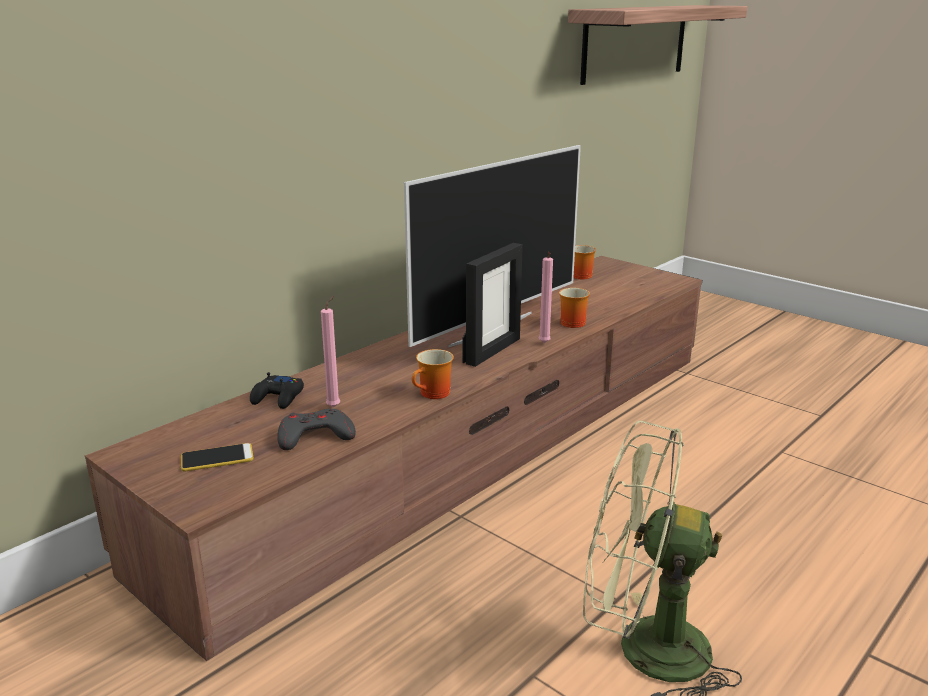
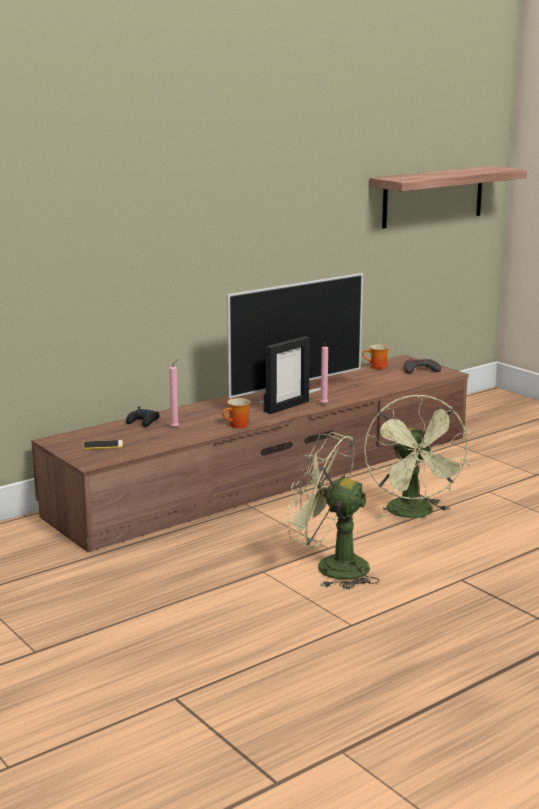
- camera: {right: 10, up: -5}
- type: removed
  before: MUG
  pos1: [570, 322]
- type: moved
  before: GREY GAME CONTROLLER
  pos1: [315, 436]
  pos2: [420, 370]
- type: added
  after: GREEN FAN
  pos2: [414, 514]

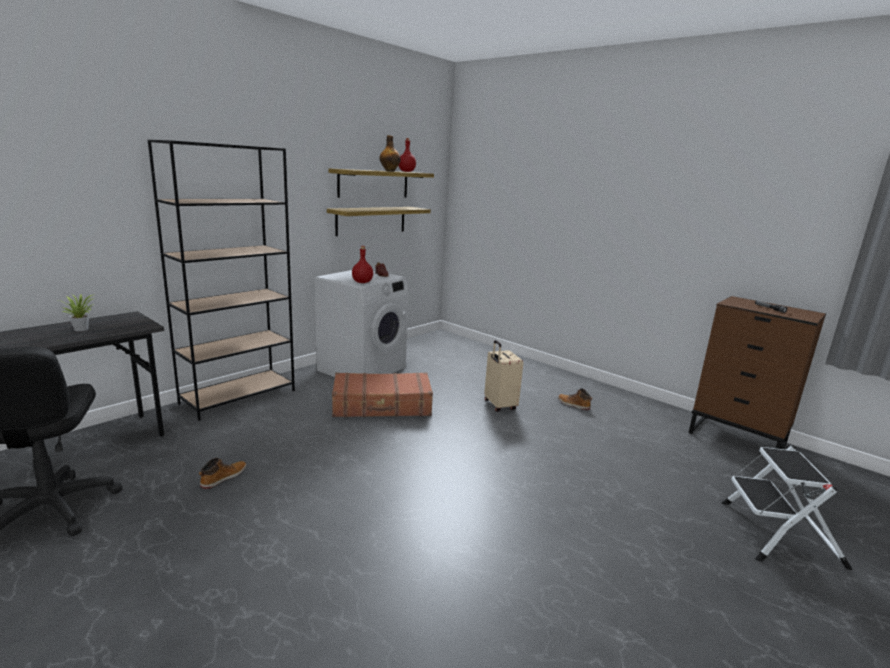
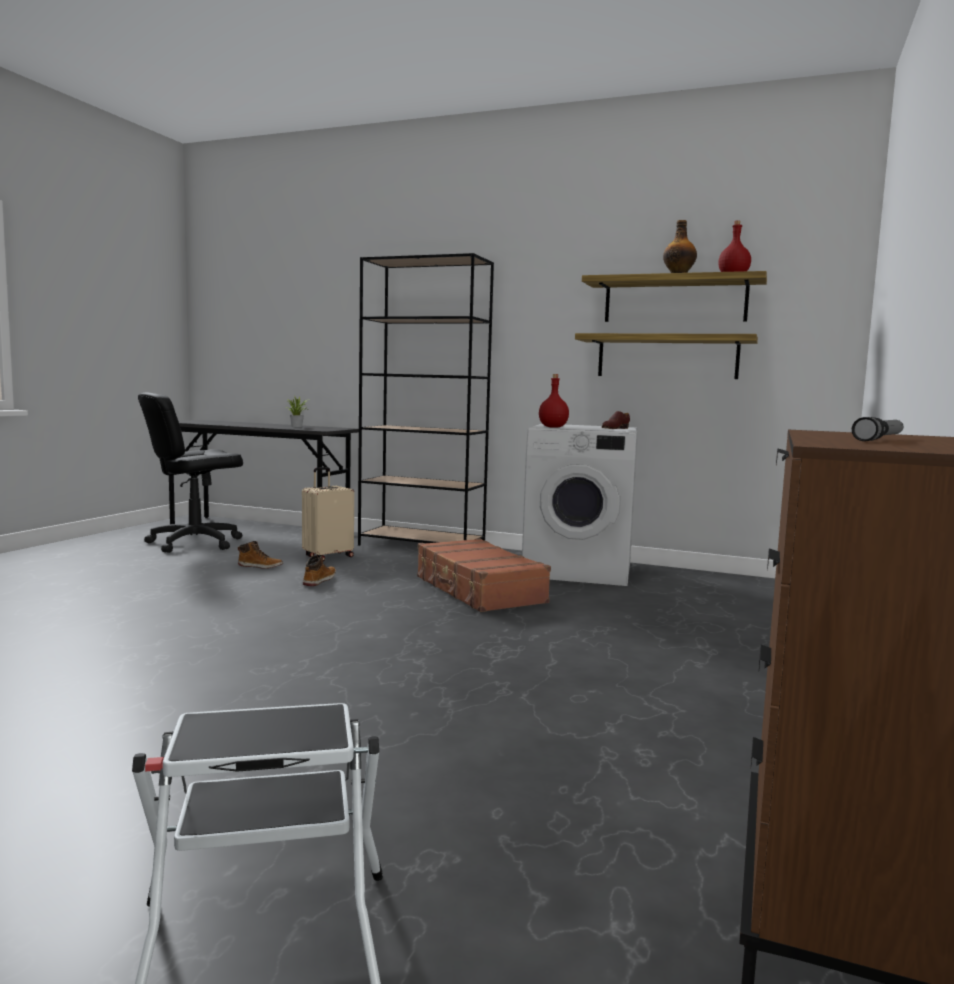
- camera: {right: 70, up: -10}
- type: moved
  before: BEIGE SUITCASE
  pos1: [499, 405]
  pos2: [328, 557]
- type: moved
  before: BOOT
  pos1: [573, 405]
  pos2: [319, 580]

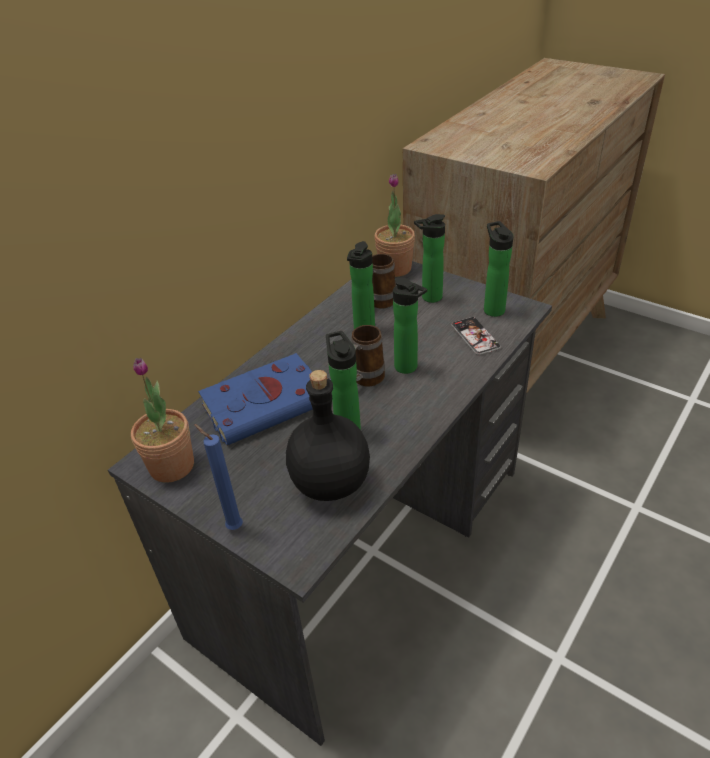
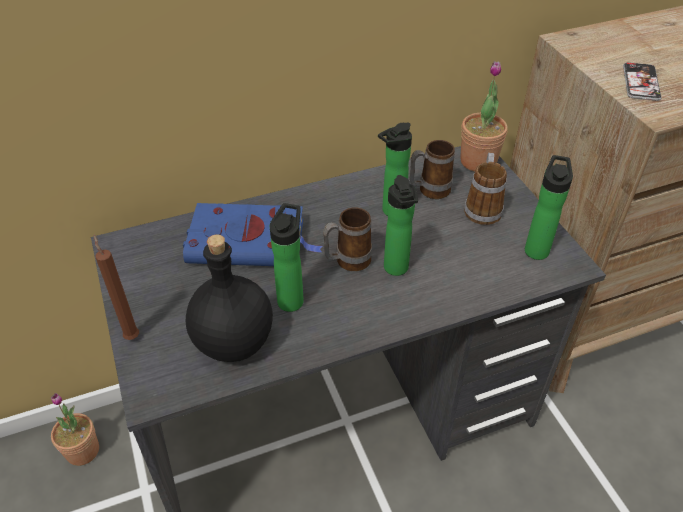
- camera: {right: 30, up: 5}
- type: replaced
  before: BOTTLE
  after: MUG
  pos1: [429, 298]
  pos2: [483, 207]
- type: moved
  before: PHONE
  pos1: [475, 336]
  pos2: [641, 82]
- type: moved
  before: POTTED PLANT
  pos1: [172, 466]
  pos2: [82, 451]
- type: recoloured
  before: BLUE CANDLE
  after: BROWN CANDLE
  pos1: [232, 526]
  pos2: [131, 335]

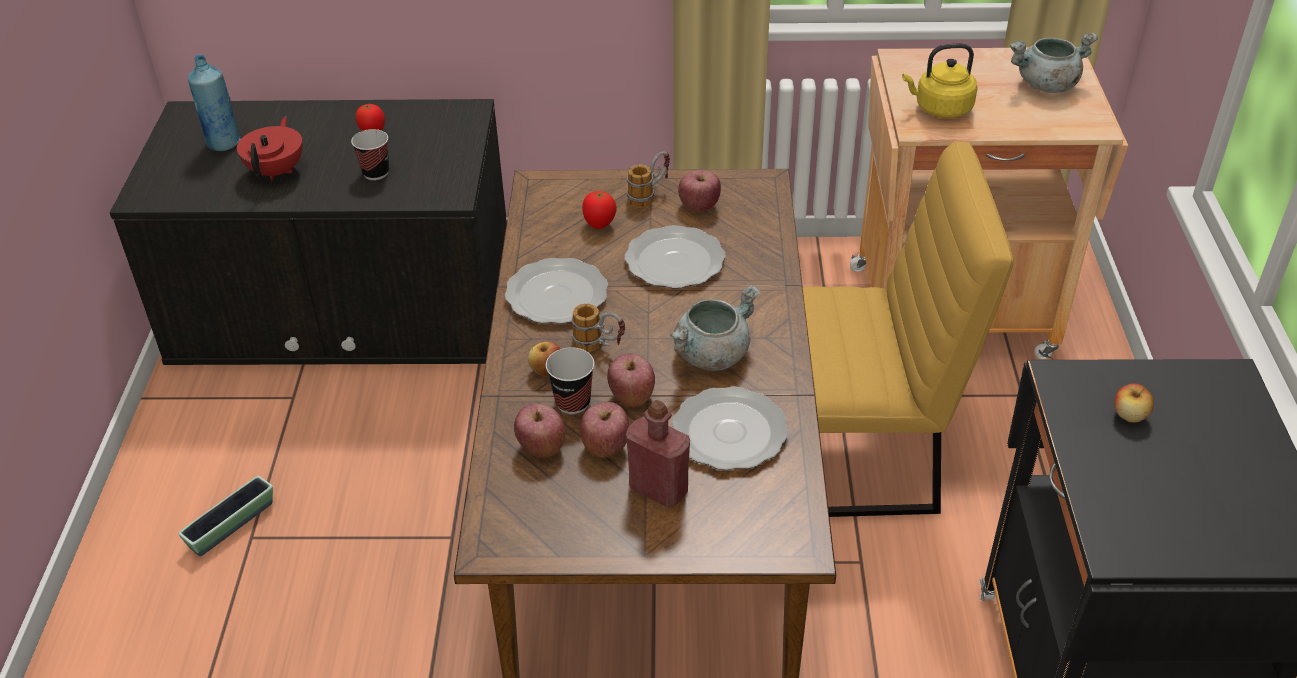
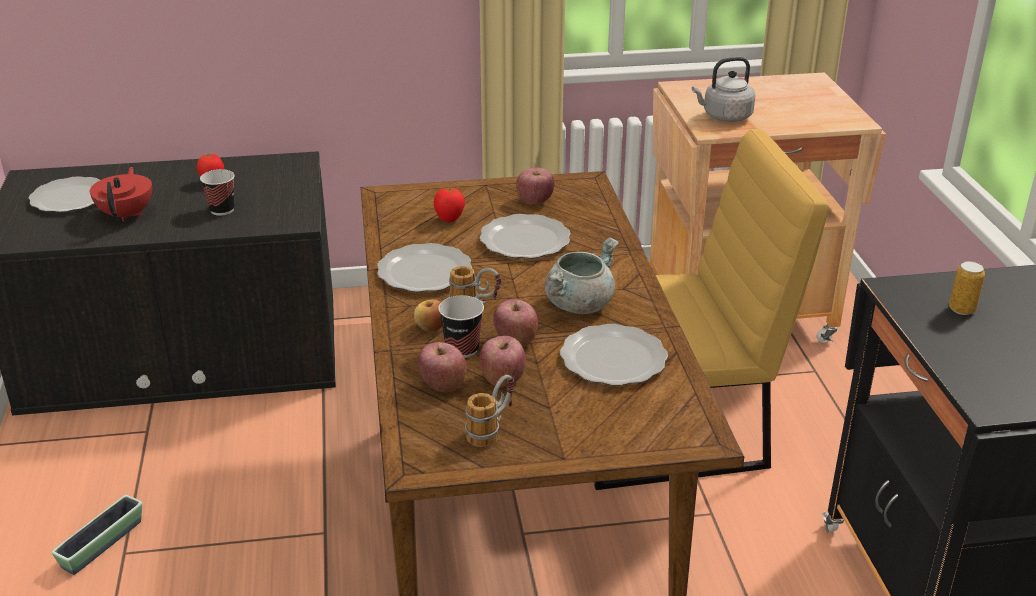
- camera: {right: -10, up: -10}
- type: removed
  before: GREY COOKING POT
  pos1: [1046, 85]
- type: recoloured
  before: YELLOW KETTLE
  after: GREY KETTLE
  pos1: [940, 109]
  pos2: [724, 117]
- type: replaced
  before: BLUE BOTTLE
  after: PLATE
  pos1: [223, 143]
  pos2: [70, 197]
- type: moved
  before: MUG
  pos1: [649, 195]
  pos2: [492, 429]
- type: replaced
  before: APPLE
  after: CAN
  pos1: [1129, 415]
  pos2: [962, 309]
- type: removed
  before: RED BOTTLE
  pos1: [658, 489]

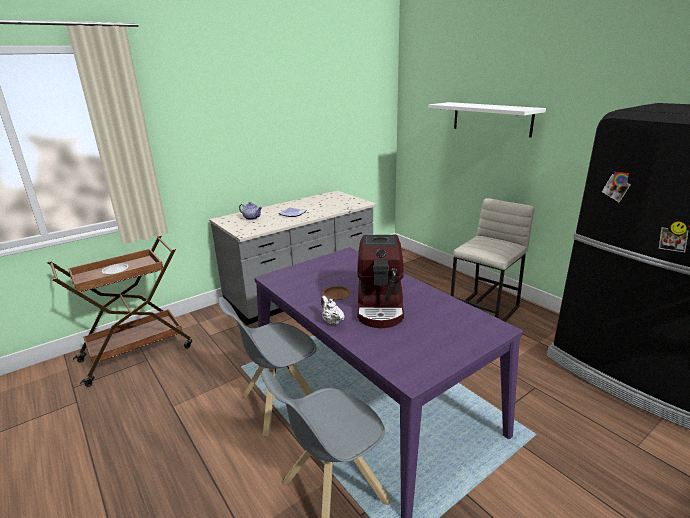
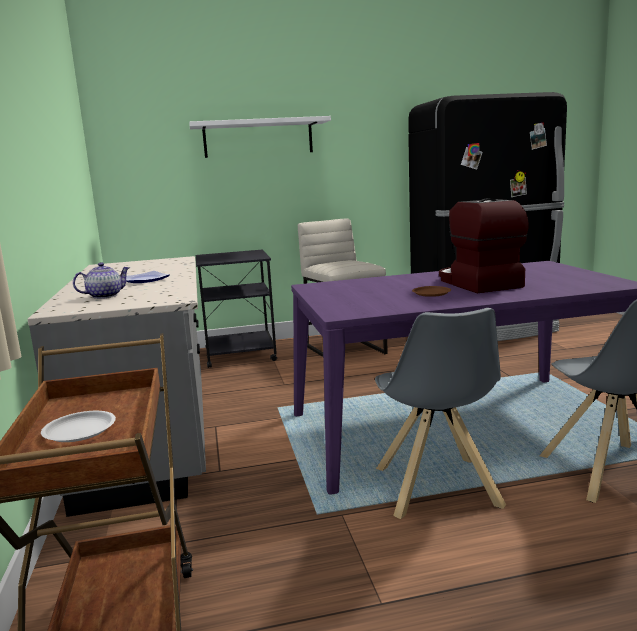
- camera: {right: -65, up: -10}
- type: turned
  before: COFFEE MACHINE
  pos1: [381, 307]
  pos2: [477, 283]
  turn: -135
- type: removed
  before: WHITE TEAPOT
  pos1: [331, 321]
- type: added
  after: BLACK CART
  pos2: [241, 354]

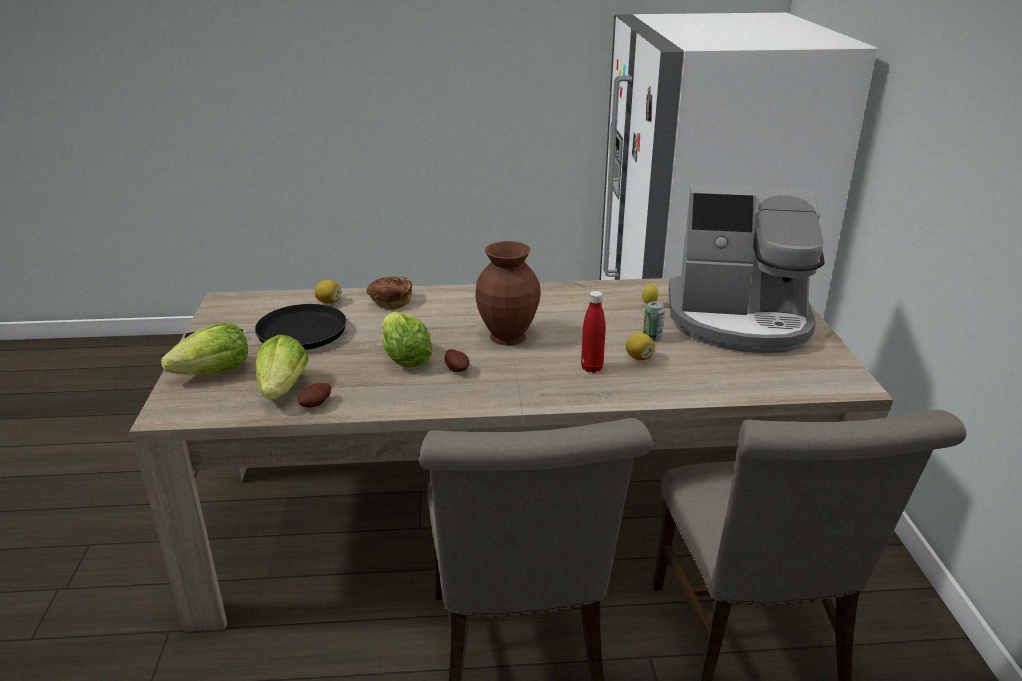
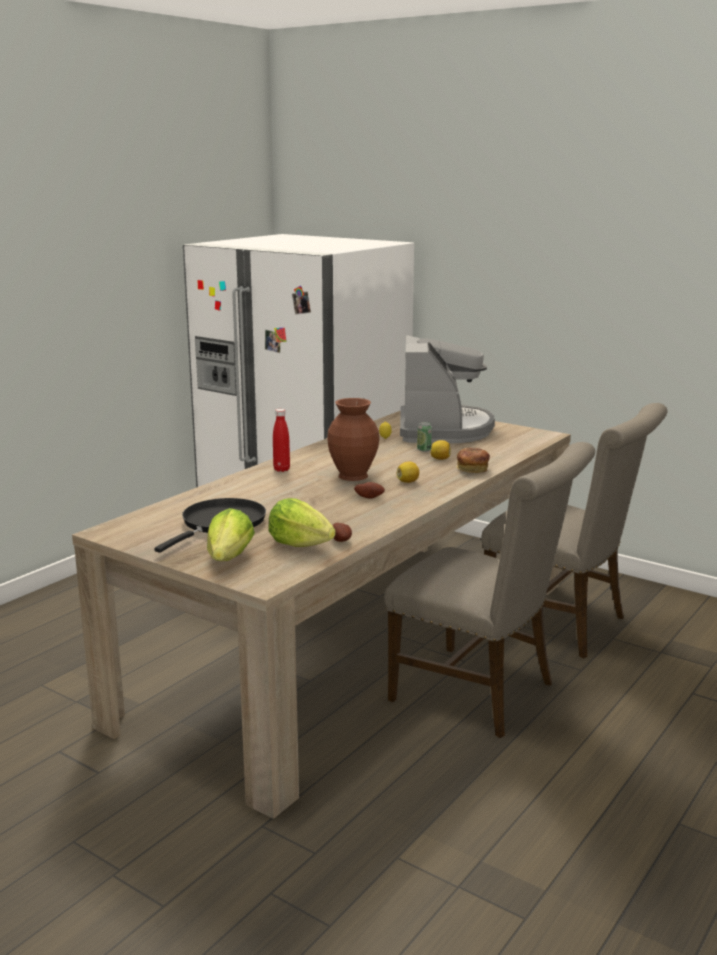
- camera: {right: -50, up: -10}
- type: turned
  before: COFFEE MACHINE
  pos1: [740, 320]
  pos2: [443, 430]
  turn: -45
- type: moved
  before: BREAD
  pos1: [390, 302]
  pos2: [472, 469]
- type: moved
  before: LEMON
  pos1: [328, 302]
  pos2: [408, 482]
- type: moved
  before: RED BOTTLE
  pos1: [592, 368]
  pos2: [281, 469]
- type: removed
  before: LETTUCE
  pos1: [404, 358]

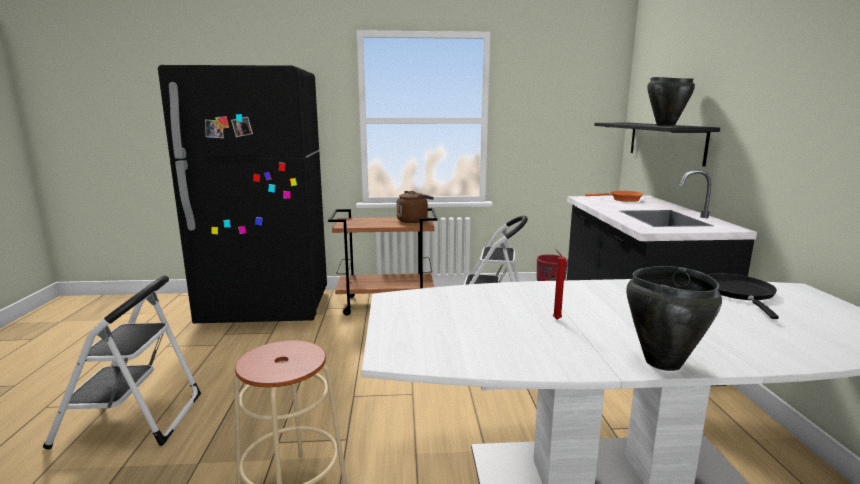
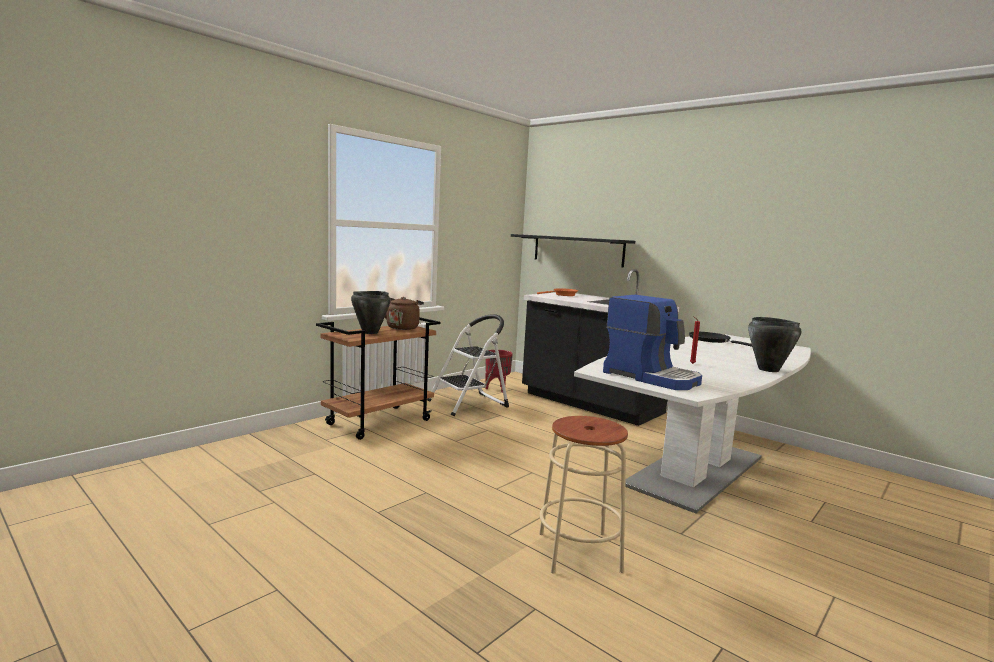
- camera: {right: -45, up: -5}
- type: removed
  before: BLACK FRIDGE
  pos1: [267, 309]
- type: moved
  before: BLACK COOKING POT
  pos1: [665, 125]
  pos2: [370, 332]
- type: removed
  before: STEP LADDER
  pos1: [133, 420]
- type: added
  after: COFFEE MACHINE
  pos2: [651, 377]

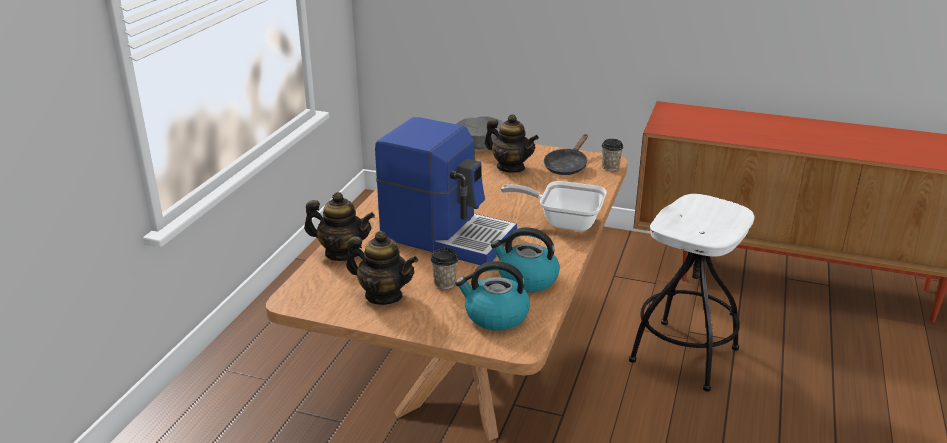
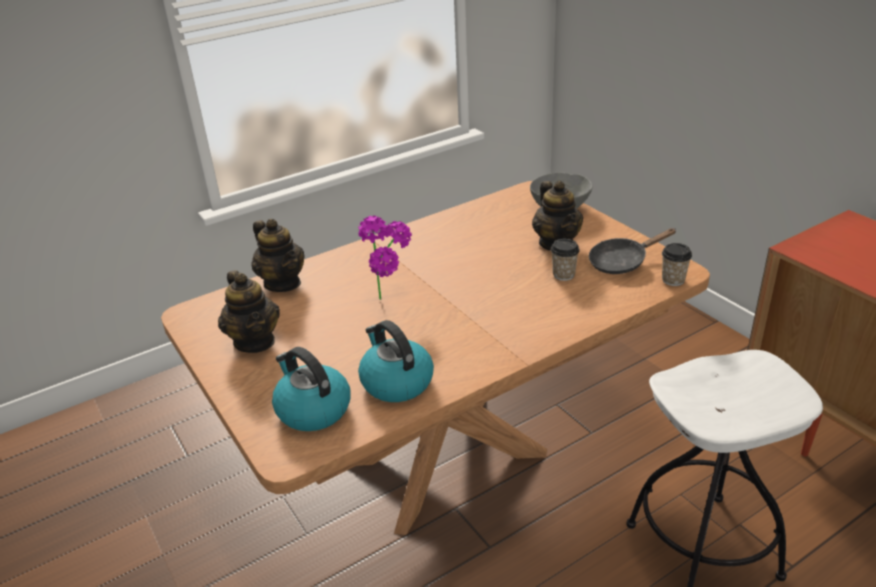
- camera: {right: 40, up: 5}
- type: replaced
  before: COFFEE MACHINE
  after: POTTED PLANT
  pos1: [447, 235]
  pos2: [391, 300]
- type: removed
  before: FRYING PAN
  pos1: [563, 221]
- type: moved
  before: CUP
  pos1: [444, 283]
  pos2: [563, 275]

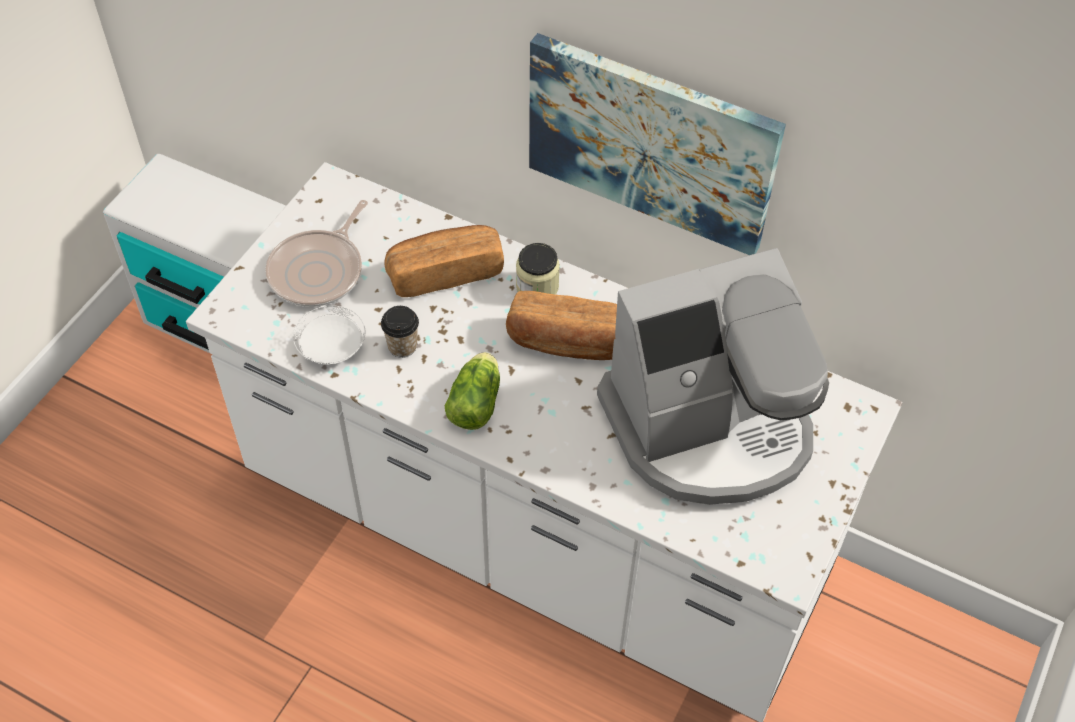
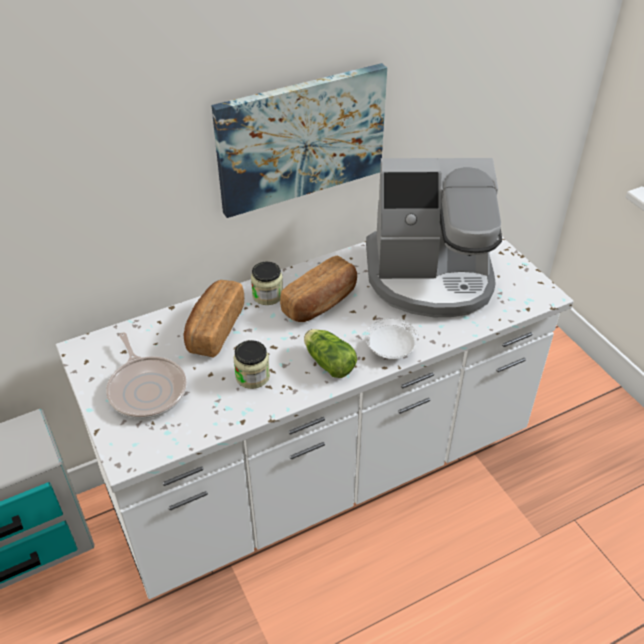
- camera: {right: -55, up: -10}
- type: turned
  before: COFFEE MACHINE
  pos1: [709, 427]
  pos2: [430, 277]
  turn: 75
- type: moved
  before: WHITE PLATE
  pos1: [332, 347]
  pos2: [390, 349]
- type: replaced
  before: CUP
  after: JAR
  pos1: [402, 346]
  pos2: [252, 376]

